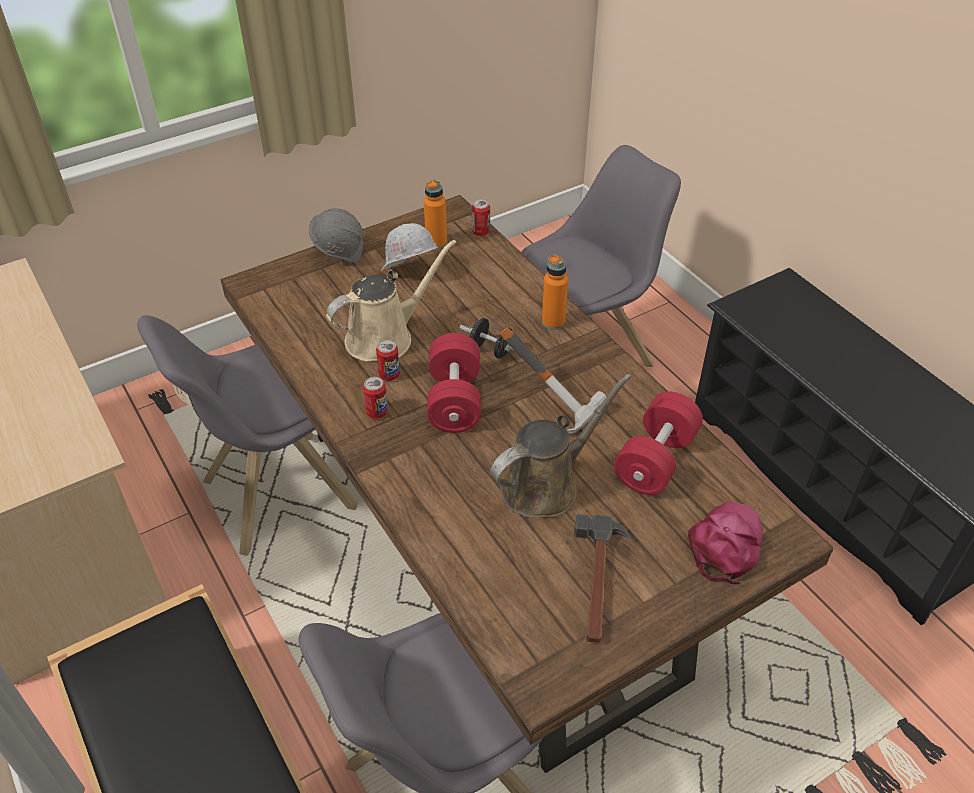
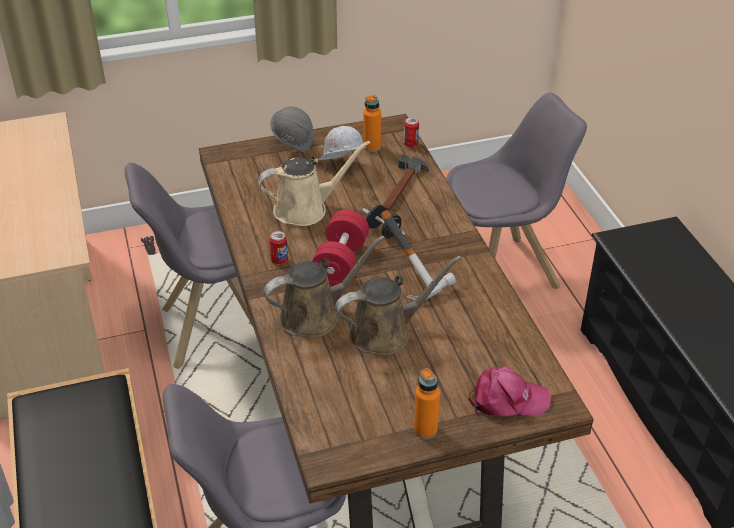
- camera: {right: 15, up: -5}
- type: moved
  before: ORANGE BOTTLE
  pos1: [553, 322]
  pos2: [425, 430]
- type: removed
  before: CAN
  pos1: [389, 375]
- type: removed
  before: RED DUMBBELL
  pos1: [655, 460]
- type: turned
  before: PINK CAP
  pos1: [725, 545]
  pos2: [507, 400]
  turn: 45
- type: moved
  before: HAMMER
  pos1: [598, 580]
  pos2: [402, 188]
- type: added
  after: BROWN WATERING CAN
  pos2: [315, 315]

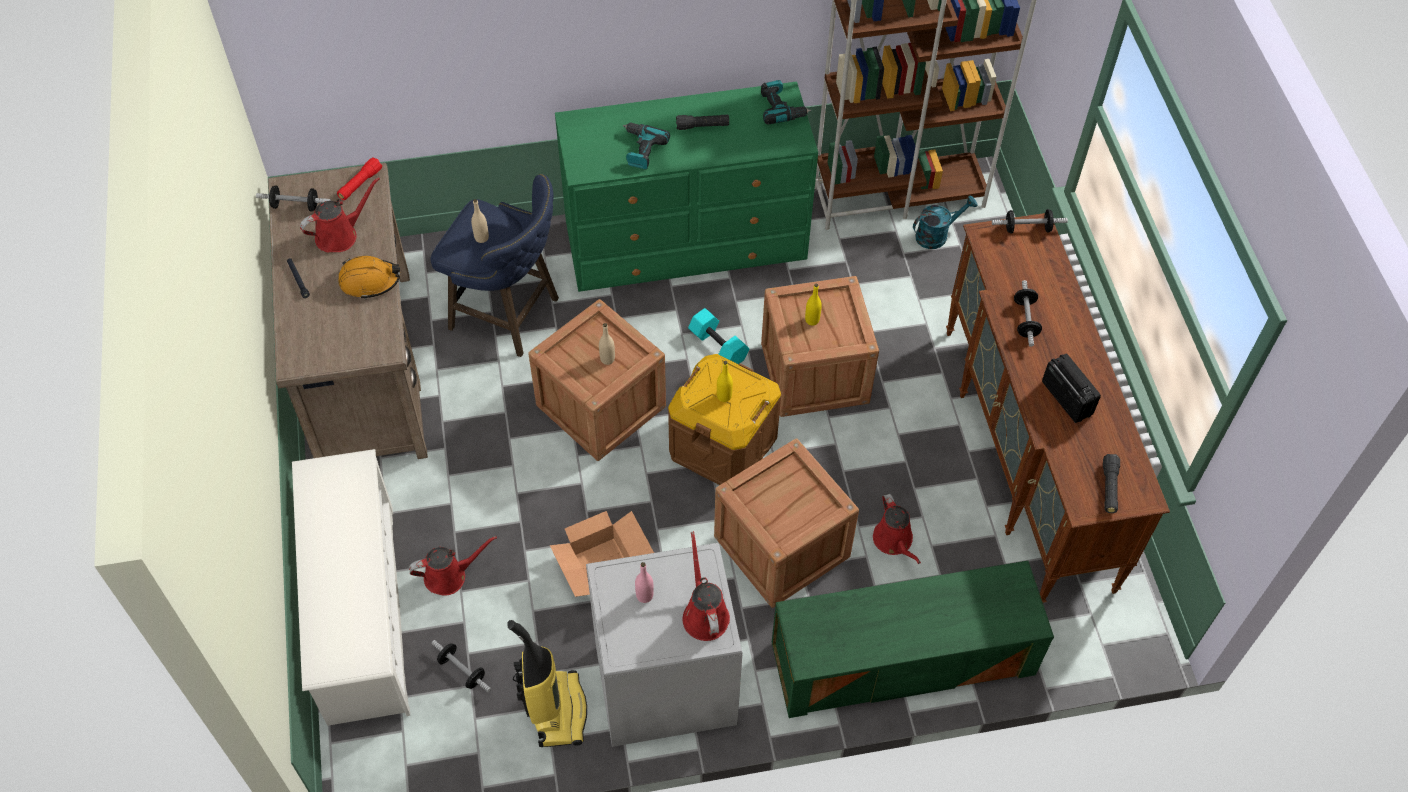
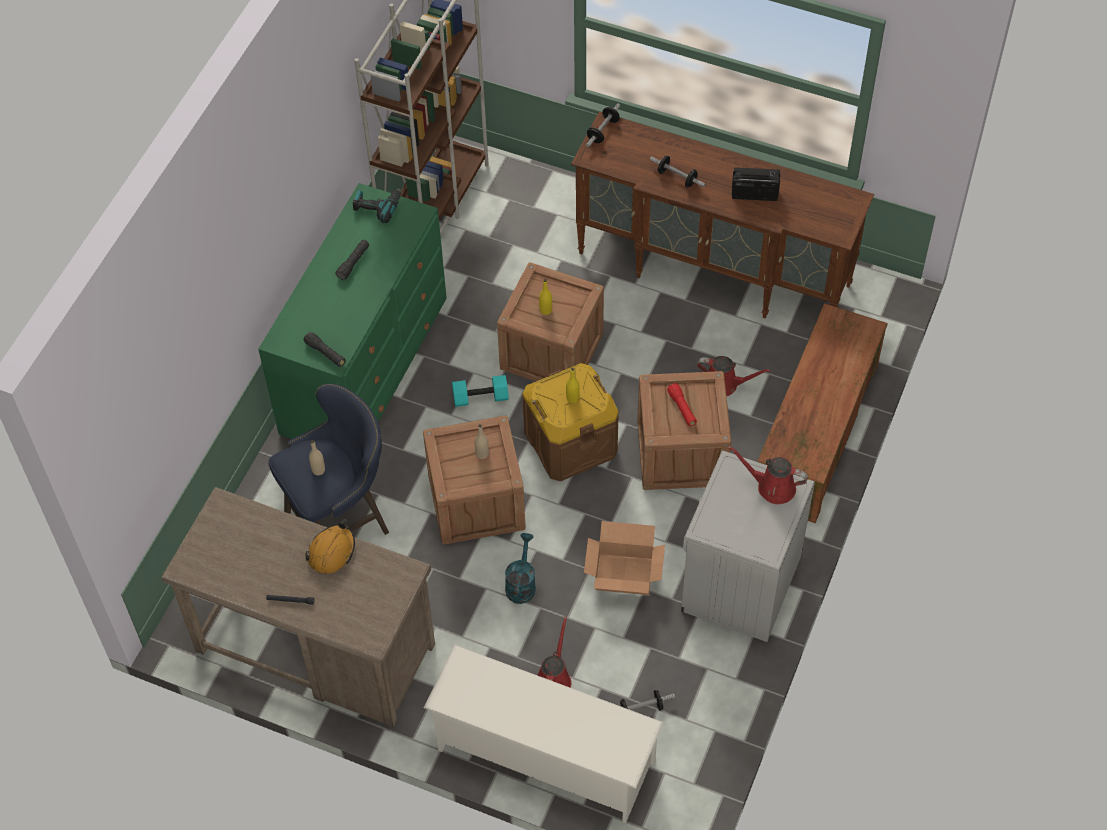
- camera: {right: -55, up: 0}
- type: removed
  before: POWER DRILL
  pos1: [641, 149]
- type: moved
  before: RED FLASHLIGHT
  pos1: [360, 184]
  pos2: [682, 408]
- type: removed
  before: RED WATERING CAN
  pos1: [340, 235]
- type: removed
  before: DUMBBELL
  pos1: [295, 206]
- type: moved
  before: TURQUOISE WATERING CAN
  pos1: [937, 235]
  pos2: [521, 583]
- type: moved
  before: BLACK FLASHLIGHT
  pos1: [1109, 488]
  pos2: [325, 353]
- type: recoloured
  before: GREEN BENCH
  after: BROWN BENCH
  pos1: [901, 661]
  pos2: [817, 433]
- type: removed
  before: PINK BOTTLE
  pos1: [644, 595]
- type: removed
  before: VACUUM CLEANER
  pos1: [556, 710]

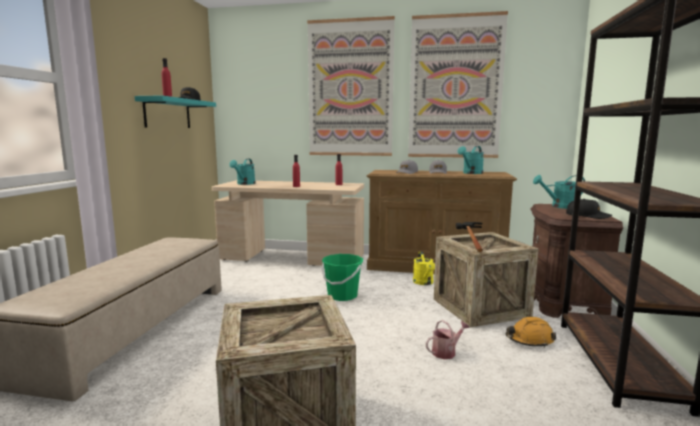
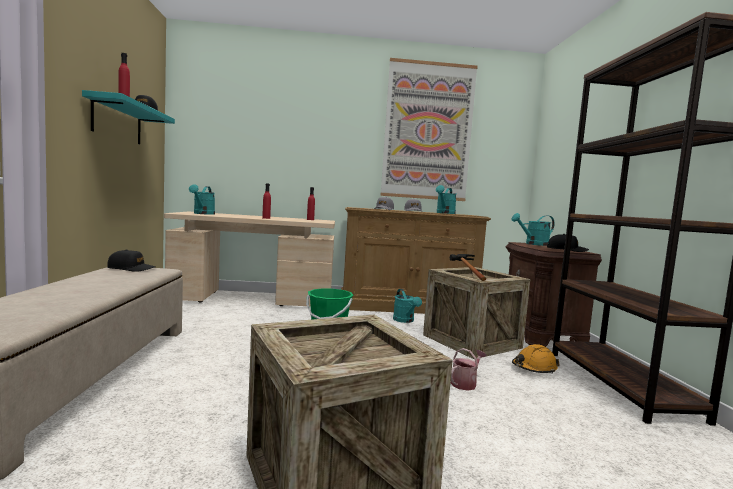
- camera: {right: -15, up: -5}
- type: removed
  before: PICTURE
  pos1: [350, 89]
- type: recoloured
  before: YELLOW WATERING CAN
  after: TURQUOISE WATERING CAN
  pos1: [424, 283]
  pos2: [405, 320]
- type: added
  after: BLACK CAP
  pos2: [131, 268]

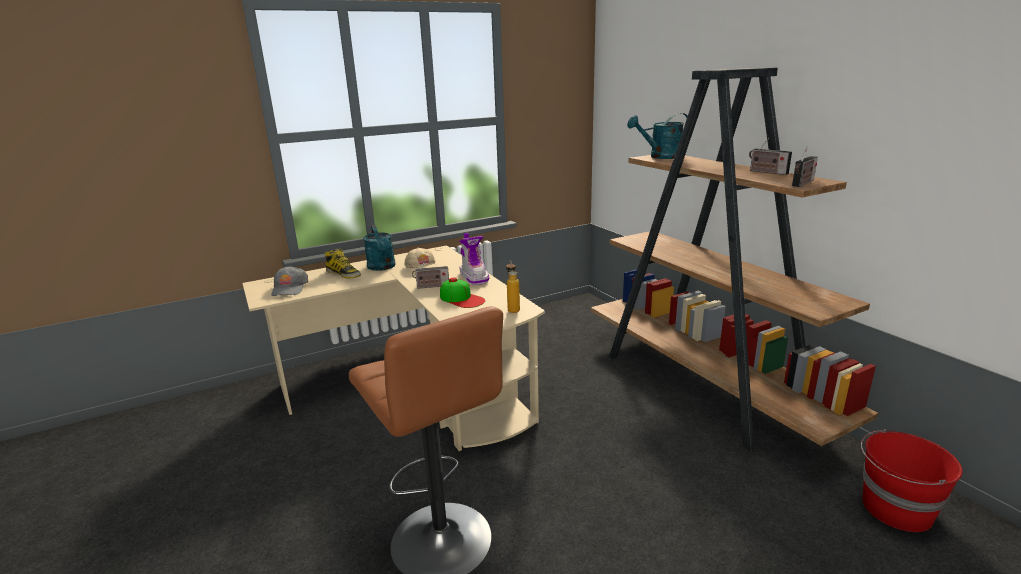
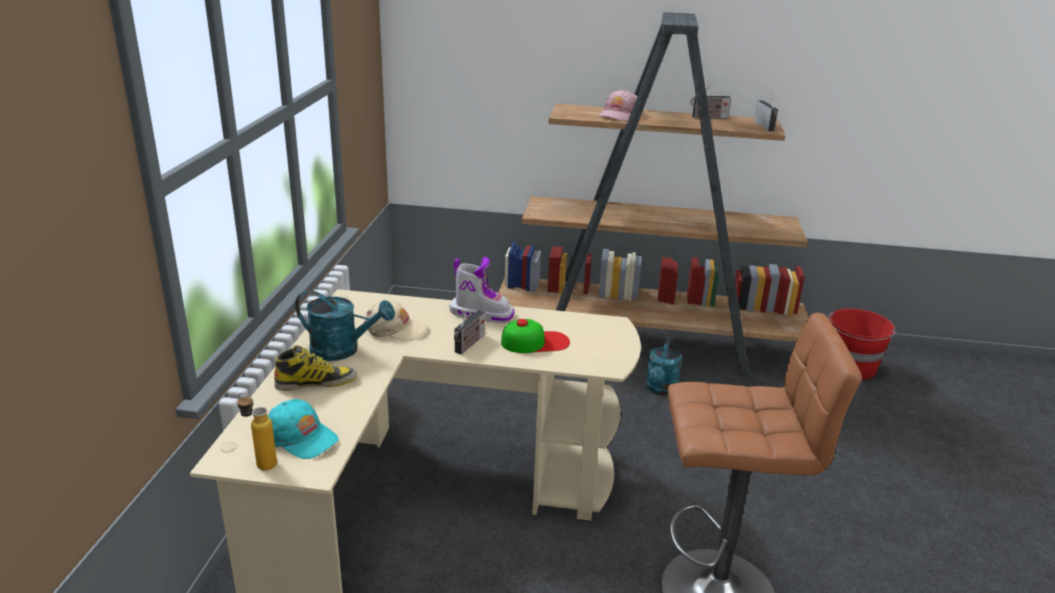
- camera: {right: -55, up: 5}
- type: moved
  before: TURQUOISE WATERING CAN
  pos1: [660, 157]
  pos2: [660, 390]
- type: moved
  before: BOTTLE
  pos1: [513, 309]
  pos2: [260, 462]
- type: recoloured
  before: GREY CAP
  after: TURQUOISE CAP
  pos1: [289, 288]
  pos2: [300, 437]
- type: added
  after: PINK CAP
  pos2: [619, 114]

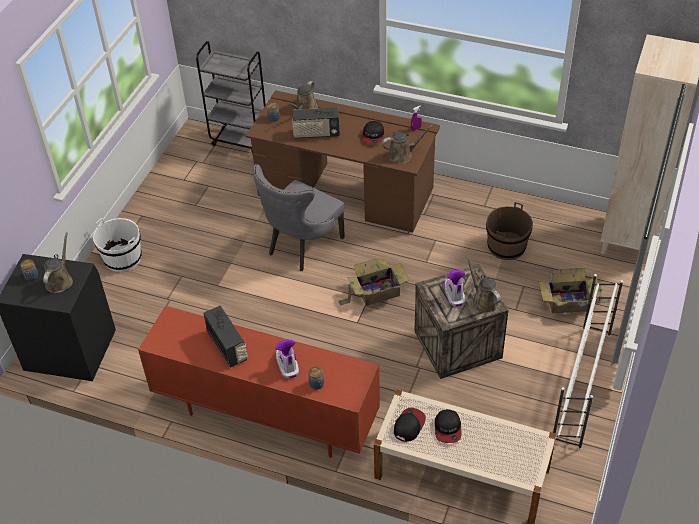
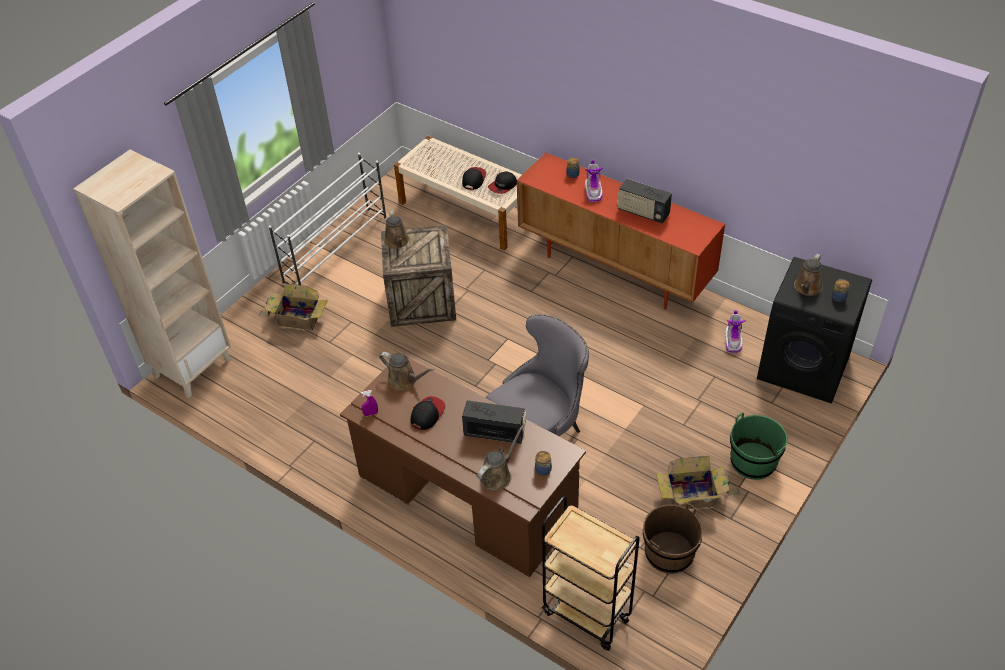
- camera: {right: -165, up: 0}
- type: recoloured
  before: GREY CART
  after: BROWN CART
  pos1: [241, 142]
  pos2: [584, 617]
- type: turned
  before: BROWN WATERING CAN
  pos1: [402, 155]
  pos2: [404, 380]
  turn: -150
- type: moved
  before: BROWN BUCKET
  pos1: [506, 246]
  pos2: [669, 553]
- type: recoloured
  before: WHITE BUCKET
  after: GREEN BUCKET
  pos1: [122, 258]
  pos2: [753, 461]
- type: moved
  before: CARDBOARD BOX
  pos1: [376, 292]
  pos2: [693, 496]
- type: moved
  before: BOOT
  pos1: [454, 294]
  pos2: [733, 341]
- type: turned
  before: RADIO
  pos1: [227, 346]
  pos2: [643, 212]
  turn: -45

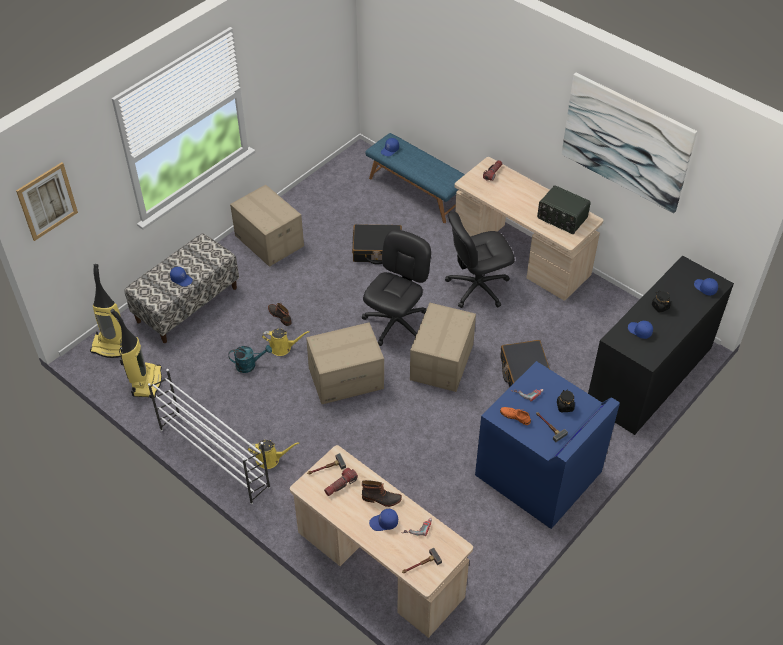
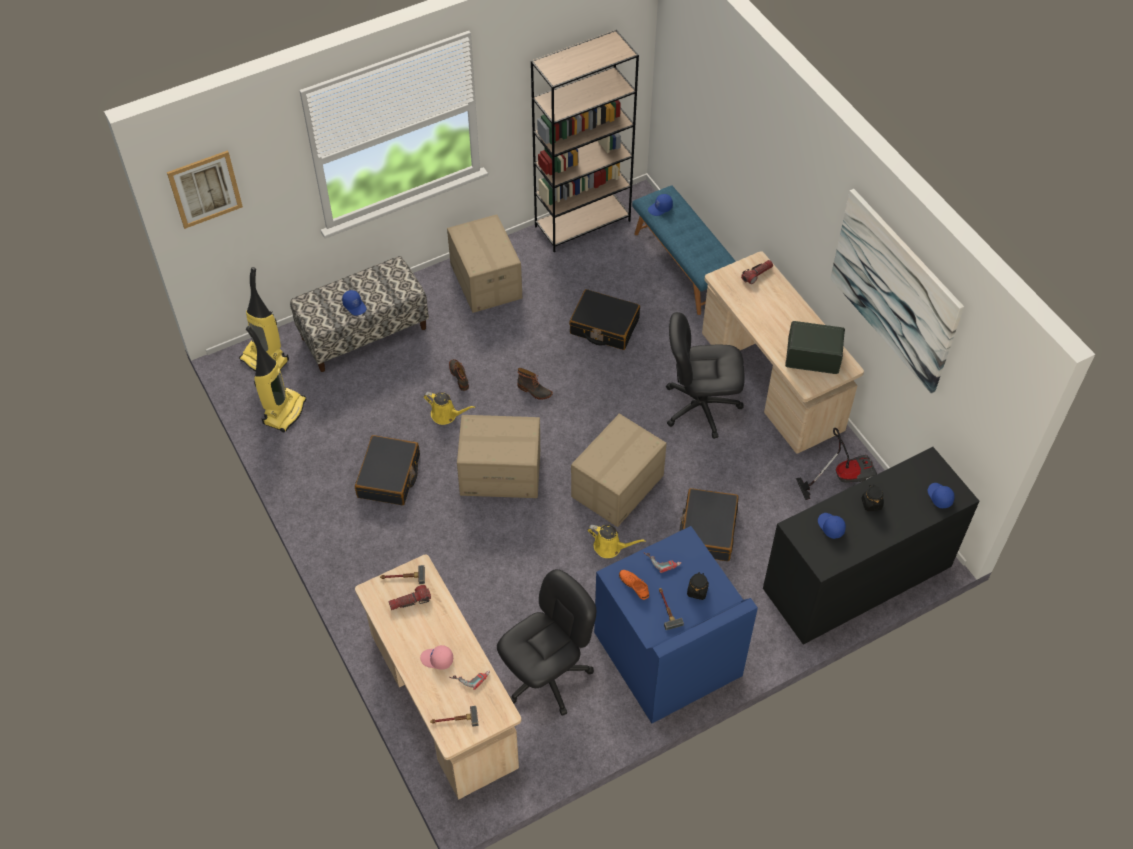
- camera: {right: 20, up: 5}
- type: turned
  before: RADIO
  pos1: [561, 218]
  pos2: [813, 356]
  turn: 135
- type: moved
  before: BLACK OFFICE CHAIR
  pos1: [396, 322]
  pos2: [546, 675]
- type: removed
  before: TURQUOISE WATERING CAN
  pos1: [249, 365]
- type: removed
  before: WHITE SHOE RACK
  pos1: [214, 457]
- type: moved
  before: YELLOW WATERING CAN
  pos1: [270, 459]
  pos2: [610, 547]
- type: moved
  before: BOOT
  pos1: [381, 499]
  pos2: [534, 391]
- type: recoloured
  before: BLUE CAP
  after: PINK CAP
  pos1: [384, 523]
  pos2: [437, 659]
- type: added
  after: BEIGE BOOKCASE
  pos2: [582, 223]
- type: added
  after: VACUUM CLEANER
  pos2: [842, 476]
- type: added
  after: BLACK SUITCASE
  pos2: [389, 476]

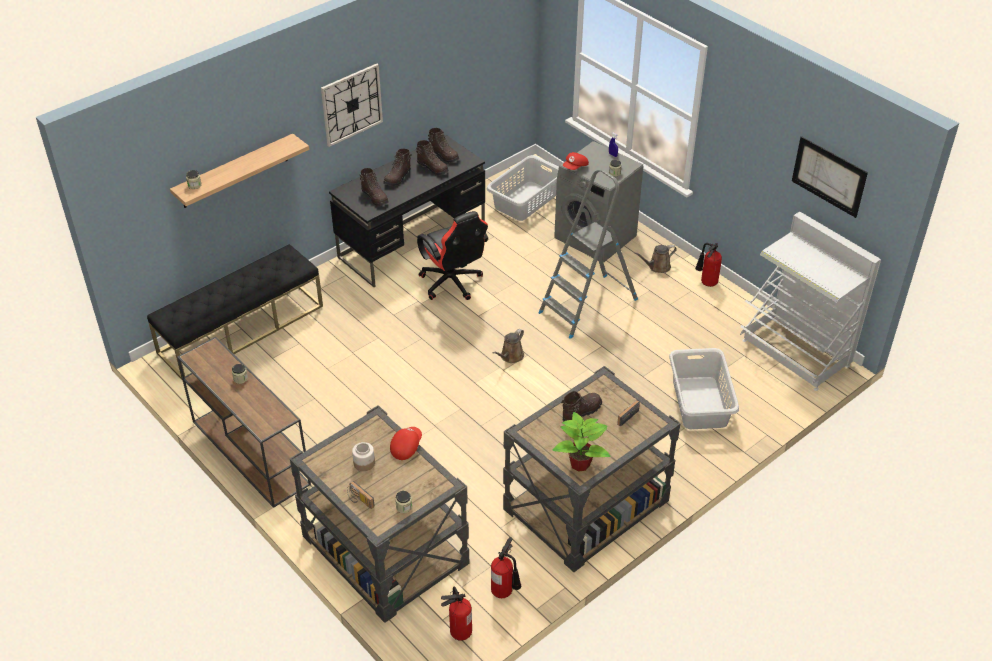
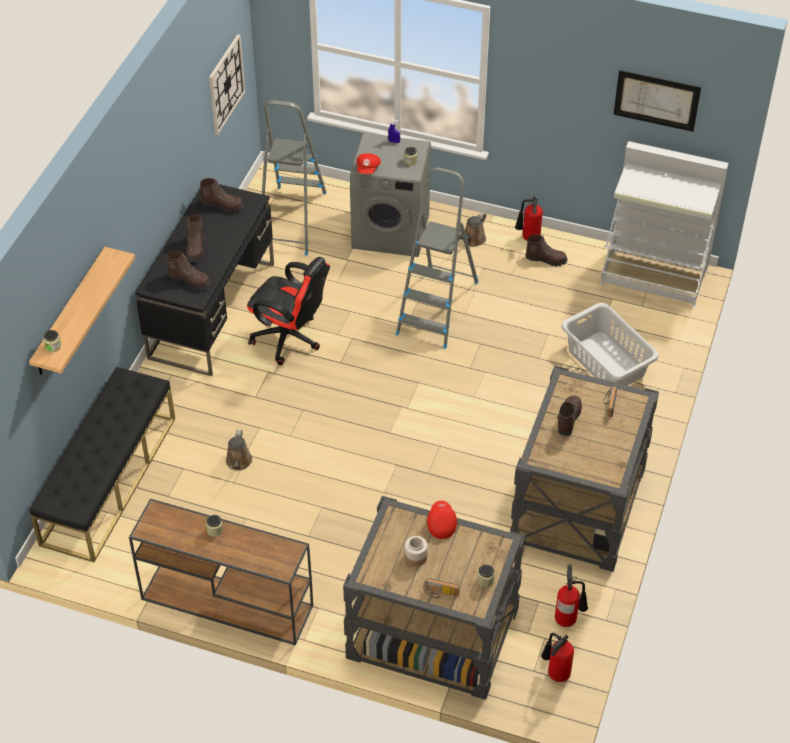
- camera: {right: -30, up: 5}
- type: moved
  before: WALL CLOCK
  pos1: [351, 104]
  pos2: [226, 84]
- type: moved
  before: BROWN BOOT
  pos1: [433, 168]
  pos2: [546, 259]
- type: replaced
  before: GREY LAUNDRY BASKET
  after: GREY STEP LADDER
  pos1: [525, 201]
  pos2: [292, 219]
- type: moved
  before: BROWN WATERING CAN
  pos1: [510, 357]
  pos2: [238, 462]
- type: removed
  before: POTTED PLANT
  pos1: [580, 464]

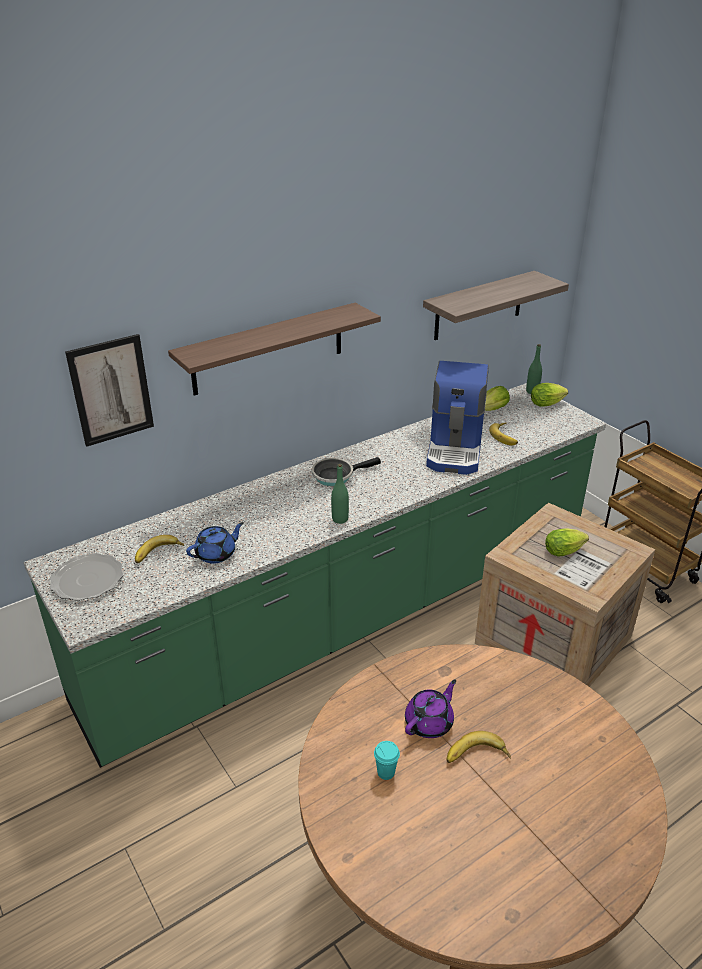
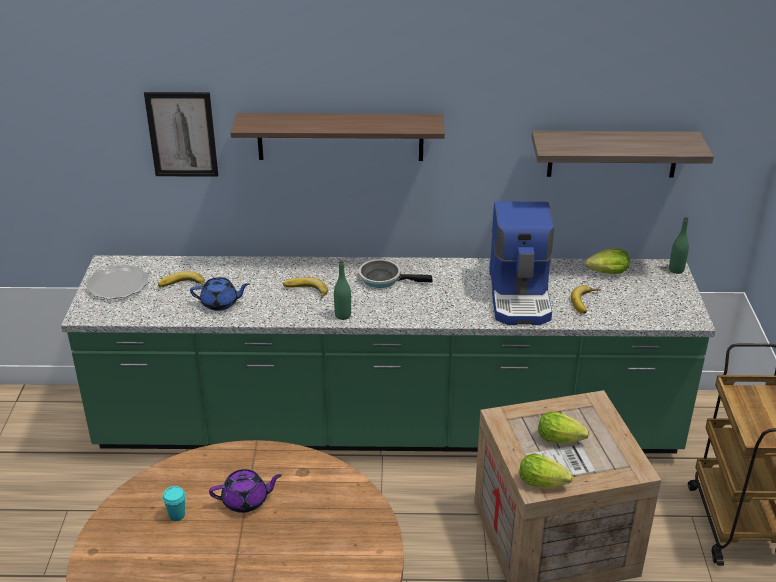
- camera: {right: 35, up: 0}
- type: turned
  before: COFFEE MACHINE
  pos1: [456, 449]
  pos2: [520, 296]
  turn: -45
- type: moved
  before: LETTUCE
  pos1: [548, 404]
  pos2: [545, 483]
- type: moved
  before: BANANA
  pos1: [477, 756]
  pos2: [305, 292]

